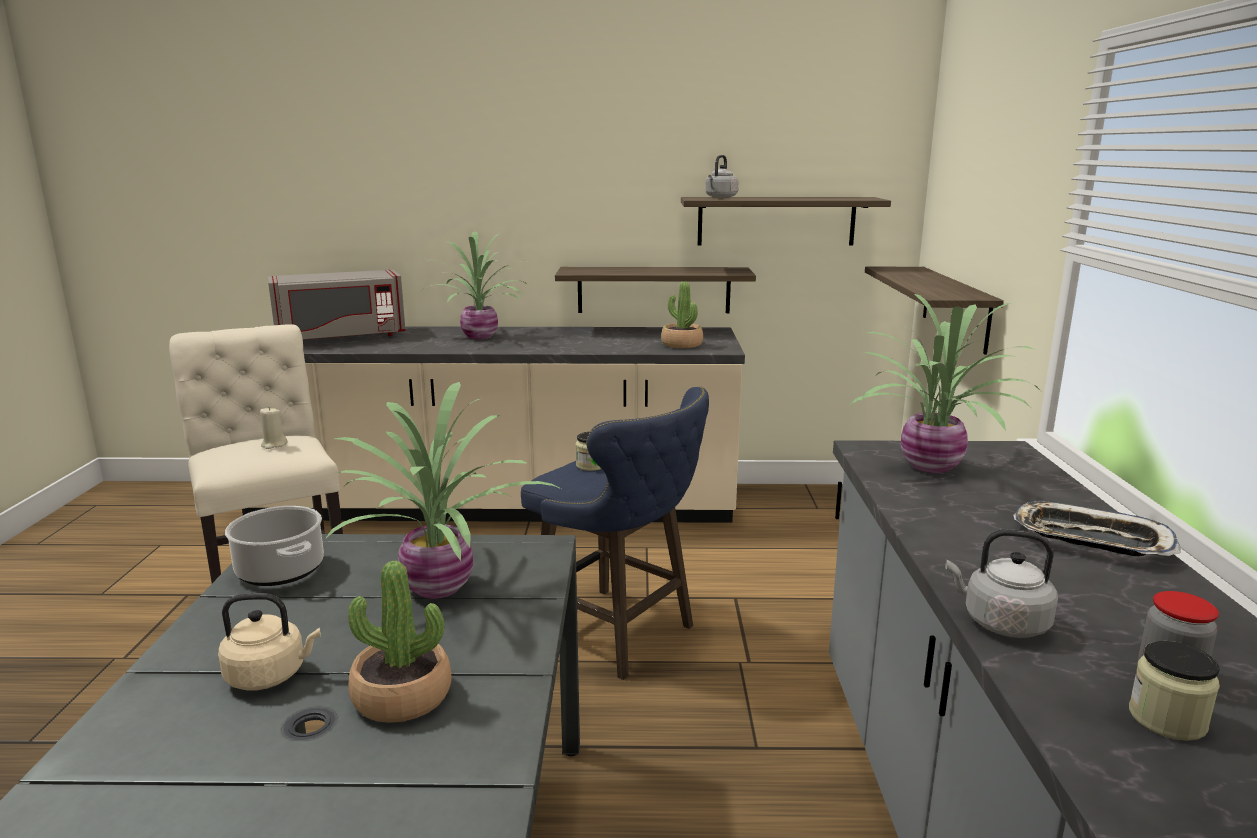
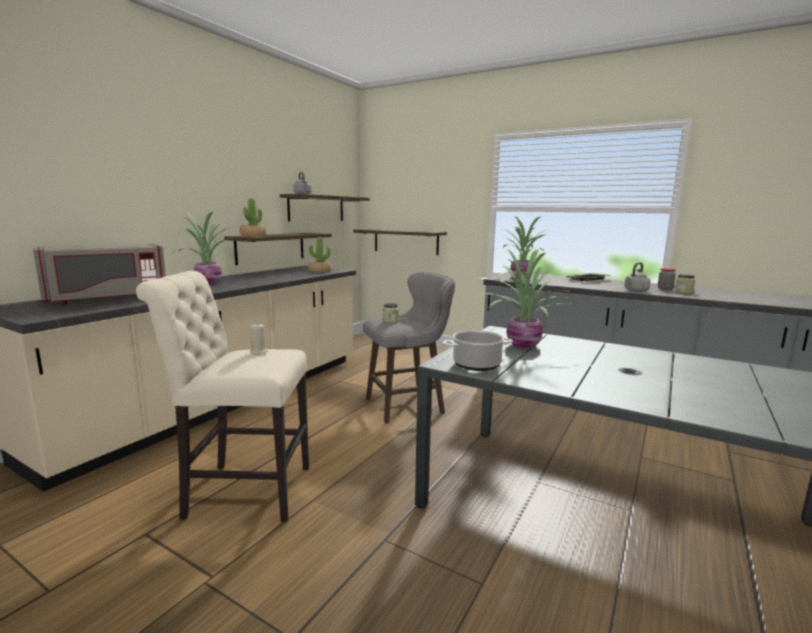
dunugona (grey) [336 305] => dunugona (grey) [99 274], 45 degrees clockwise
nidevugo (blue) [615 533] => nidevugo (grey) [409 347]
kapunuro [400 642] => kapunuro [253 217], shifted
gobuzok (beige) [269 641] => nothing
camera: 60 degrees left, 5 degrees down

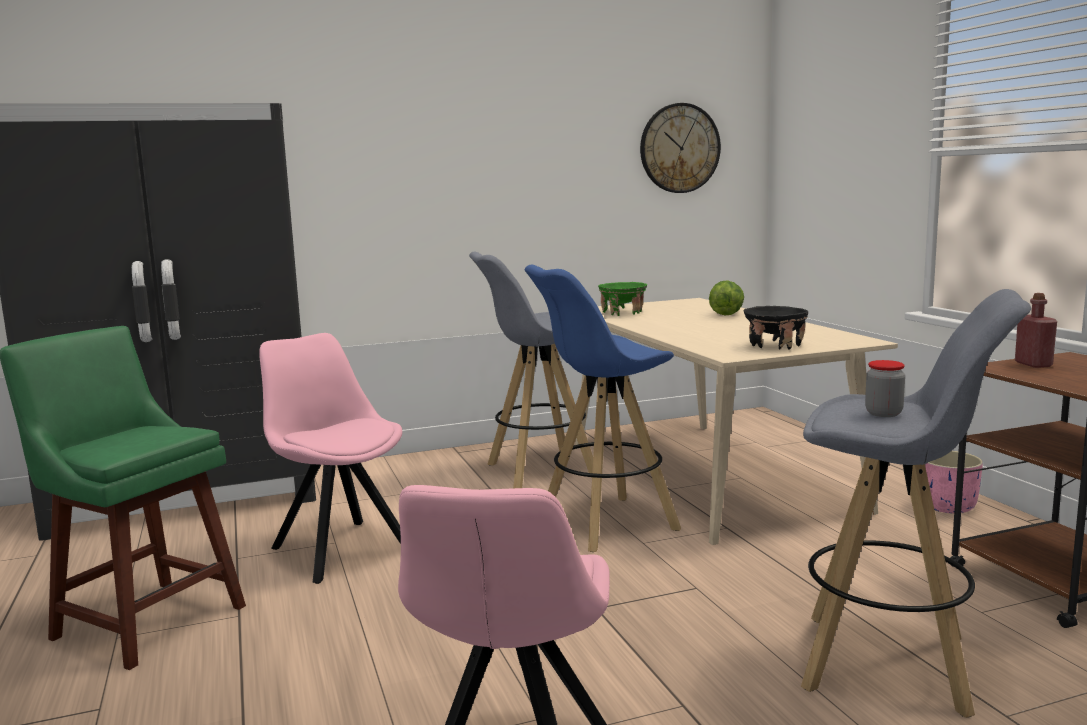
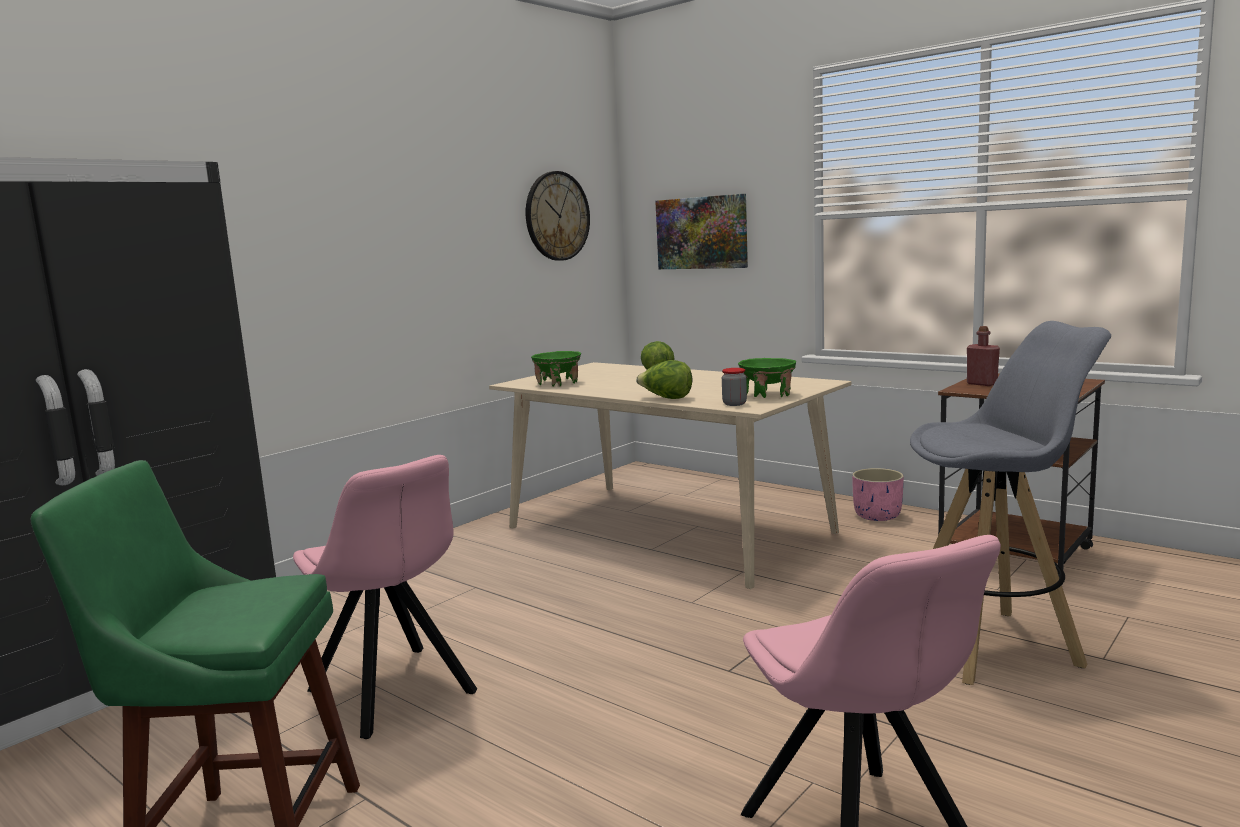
nidevugo (grey) [531 369] => nothing
nidevugo (blue) [602 408] => nothing
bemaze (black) [775 328] => bemaze (green) [767 378]
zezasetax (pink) [330 458] => zezasetax (pink) [385 597], 150 degrees counterclockwise
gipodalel [885 388] => gipodalel [734 387], shifted
nothing => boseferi [701 231]
nothing => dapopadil [664 379]
camera: 30 degrees left, 0 degrees up

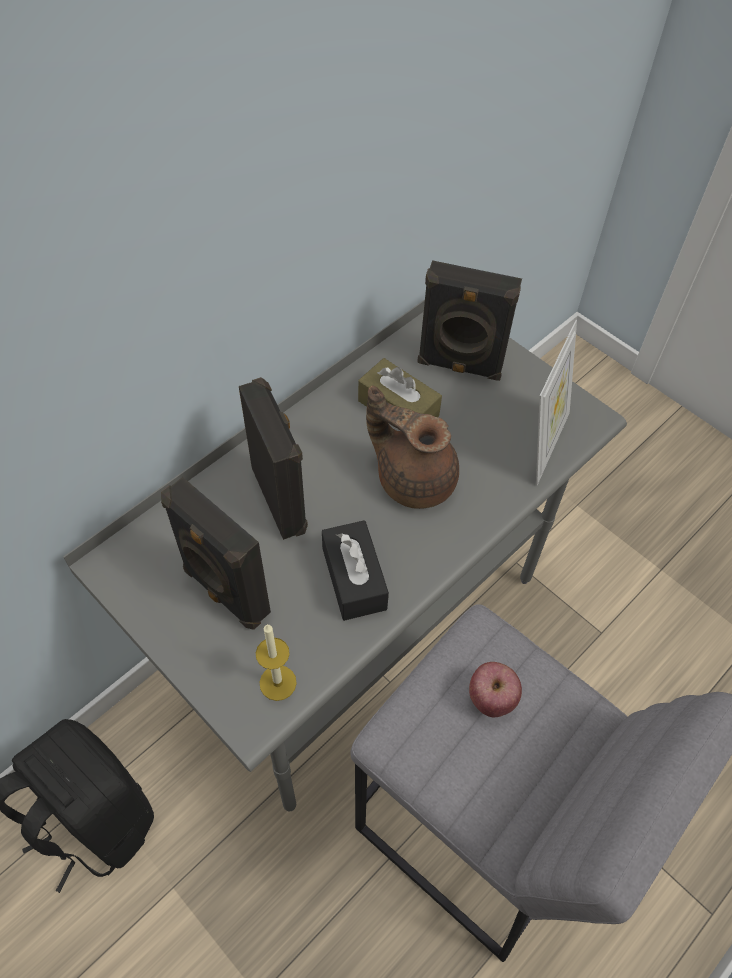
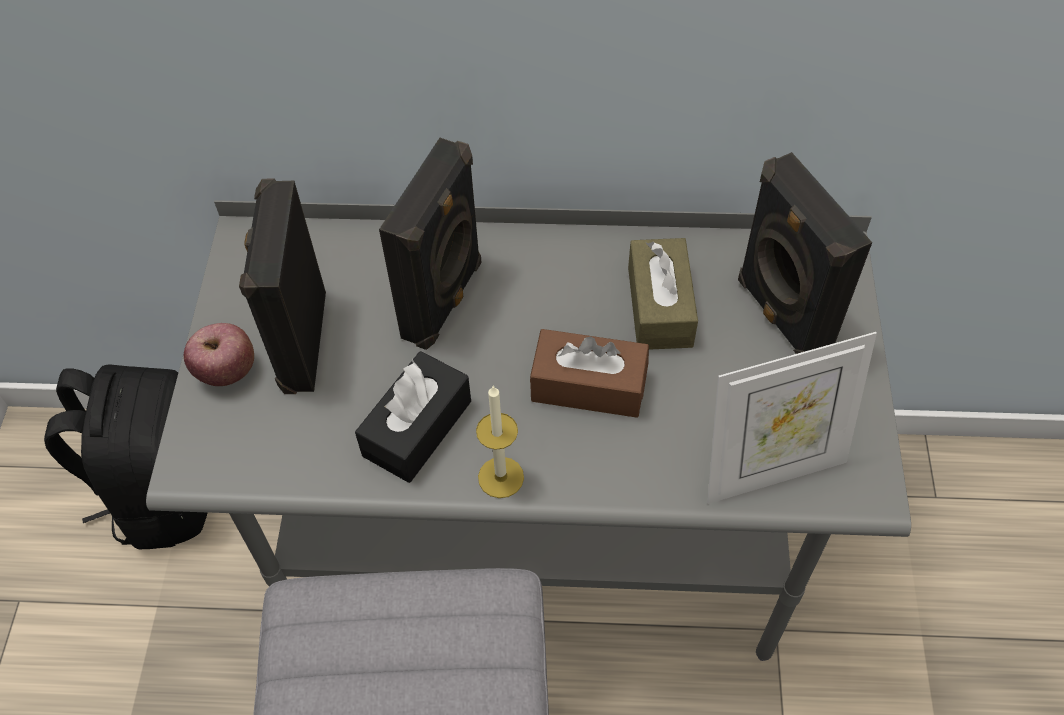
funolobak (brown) [412 447] => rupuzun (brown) [589 373]
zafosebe [276 662] => zafosebe [500 441], shifted
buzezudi [495 689] => buzezudi [219 354], shifted
camera: 50 degrees right, 0 degrees up

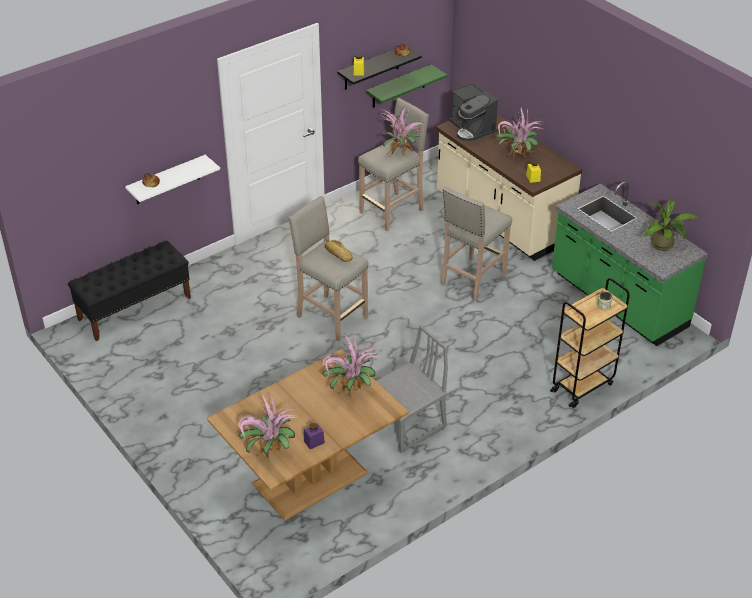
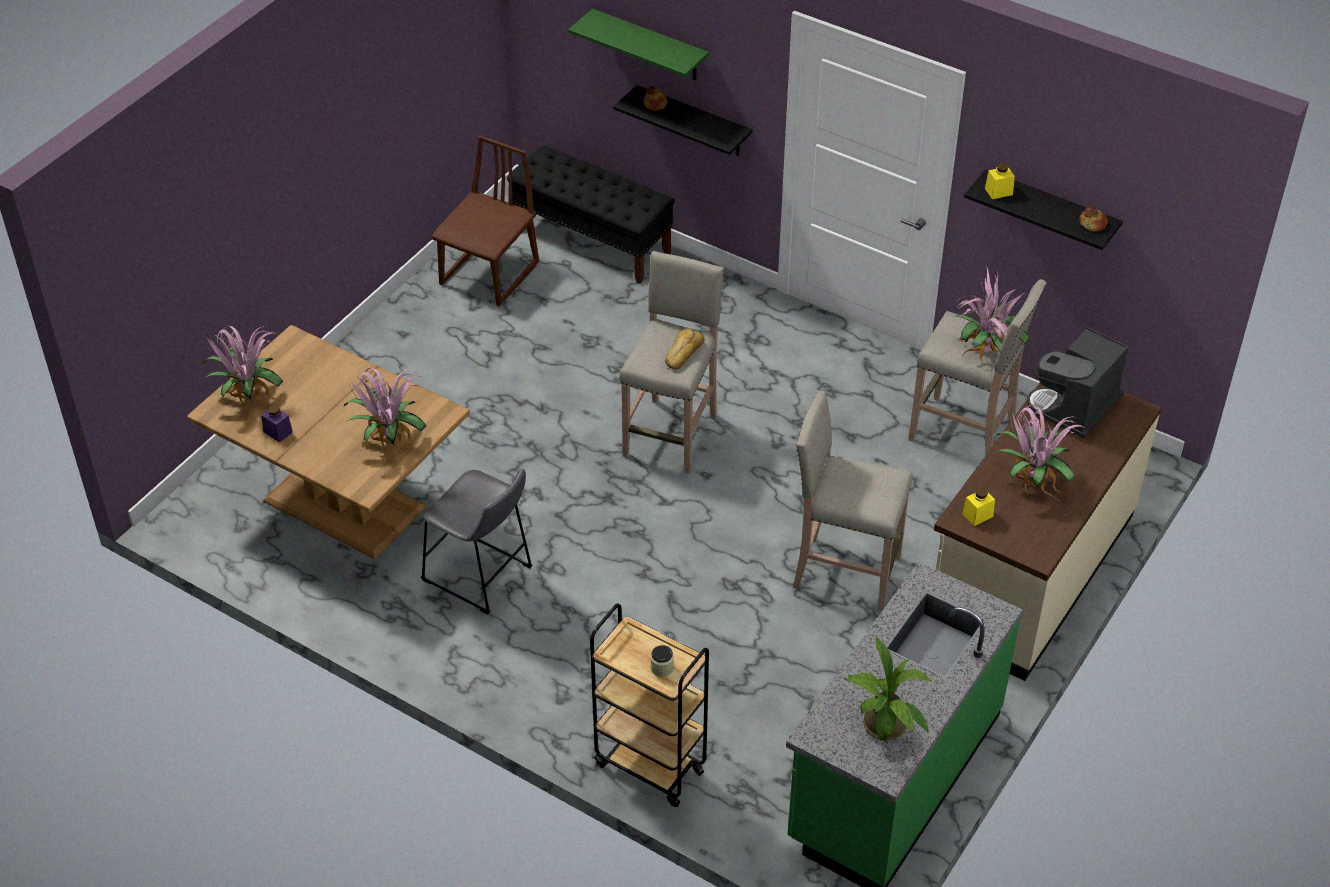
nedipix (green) [406 86] => nedipix (green) [638 44], shifted
nedipix (white) [172 179] => nedipix (black) [683 120]
zezasetax (grey) [412 389] => nidevugo (grey) [477 541]
nothing => zezasetax (brown) [485 221]
camera: 70 degrees right, 5 degrees up

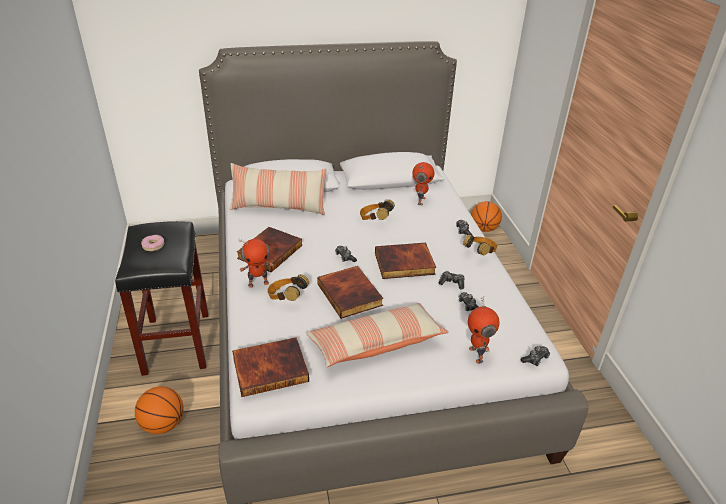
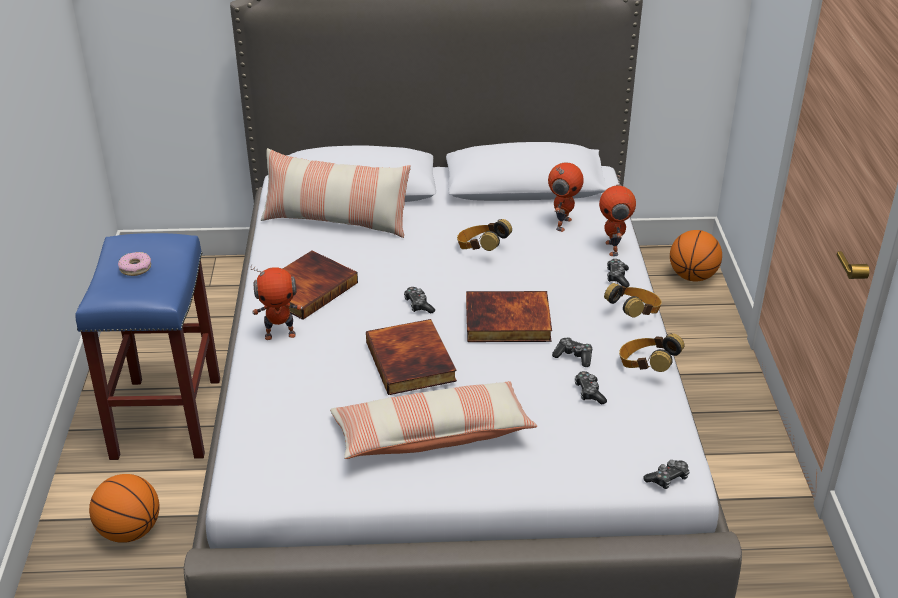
nidevugo (black) [162 298] => nidevugo (blue) [148 346]
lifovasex [288 288] => lifovasex [651 352], shifted
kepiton [484 330] => kepiton [617 215], shifted
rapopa [270 367] => nothing
camera: 10 degrees right, 0 degrees up

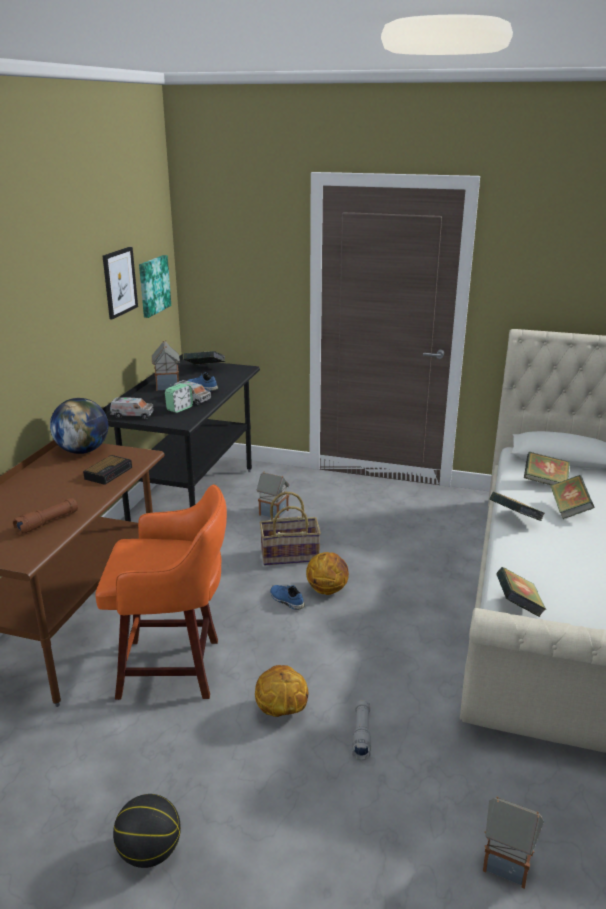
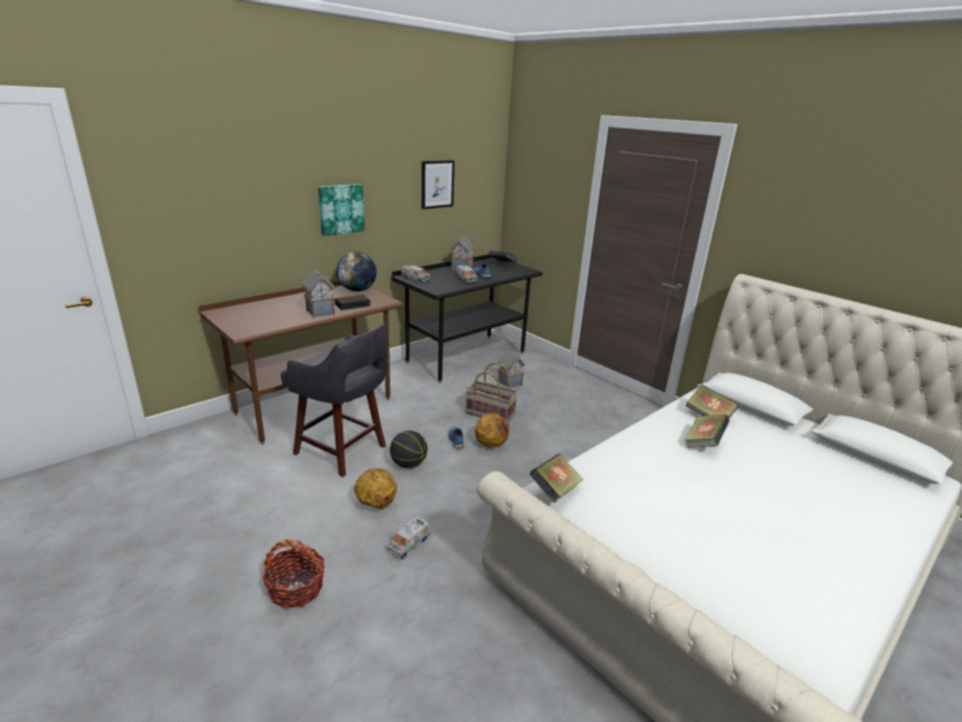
boseferi [155 286] => boseferi [341 210], shifted
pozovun [179 398] => nothing
nidevugo (orange) [161 592] => nidevugo (grey) [334 400]
rapopa [517 506] => nothing
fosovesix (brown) [45 516] => nothing
fosovesix (grey) [361 730] => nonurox [408 538]
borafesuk [147 831] => borafesuk [408 449], shifted
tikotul [513 842] => tikotul [318 293], shifted
nothing => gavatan [293 574]
camera: 30 degrees right, 0 degrees up

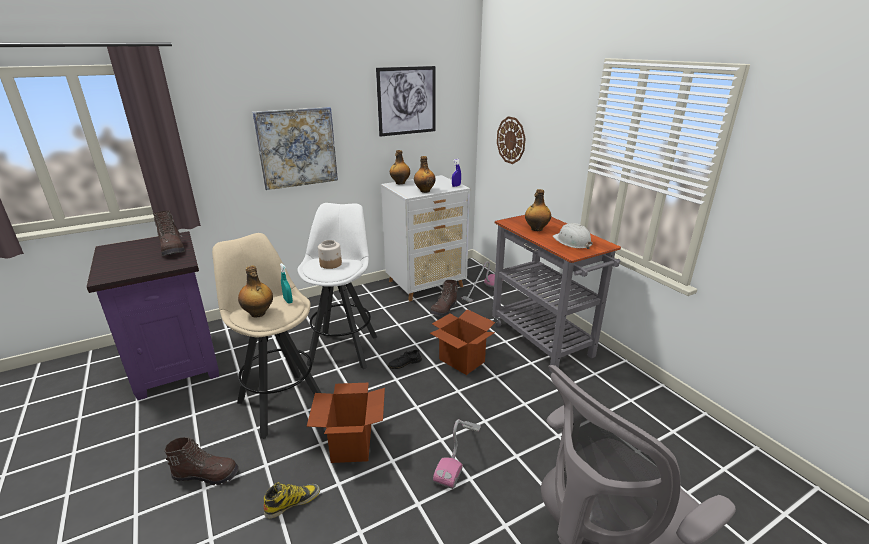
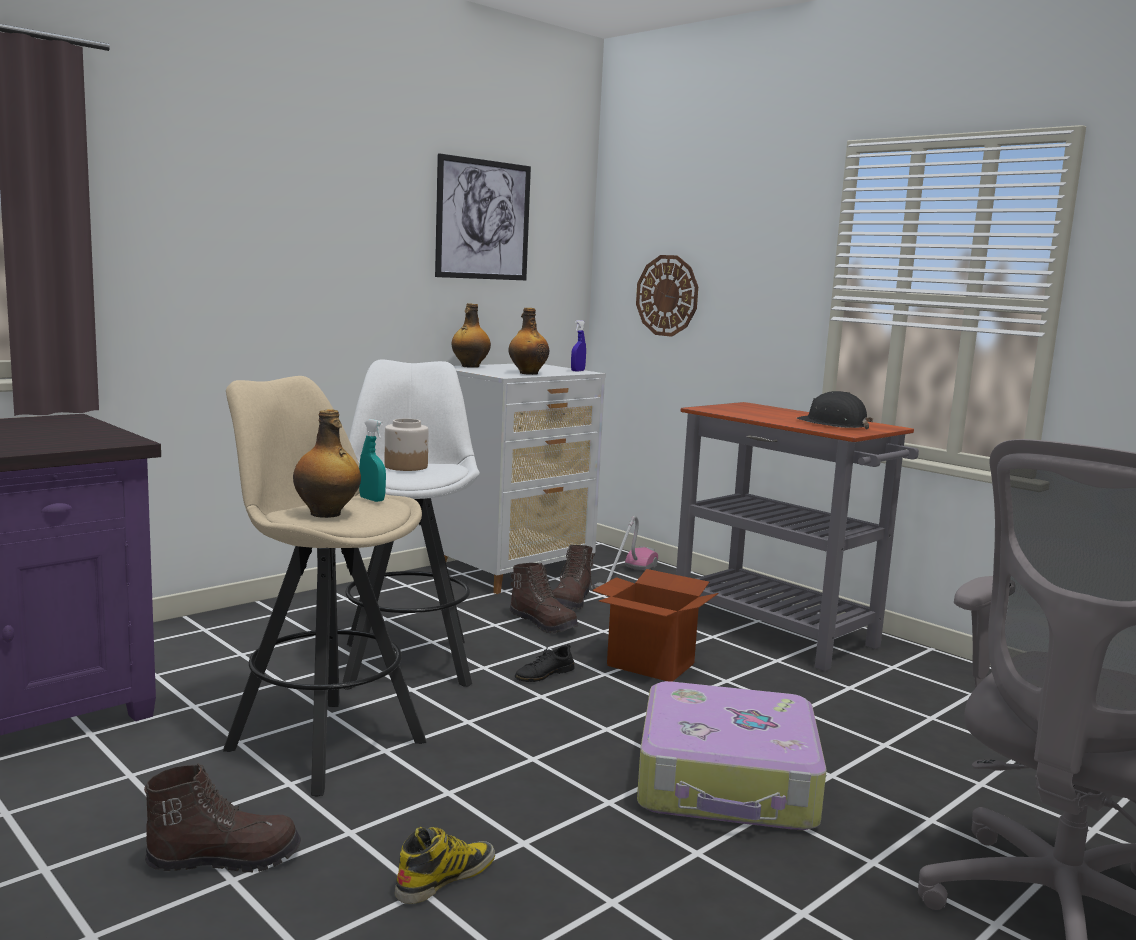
boseferi [295 148] => nothing
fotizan [538 210] => nothing
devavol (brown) [169 233] => devavol (brown) [544 598], shifted
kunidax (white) [573 236] => kunidax (black) [835 410]
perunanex [346 423] => nothing
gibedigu [457 454] => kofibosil [732 755]
camera: 15 degrees left, 15 degrees down

